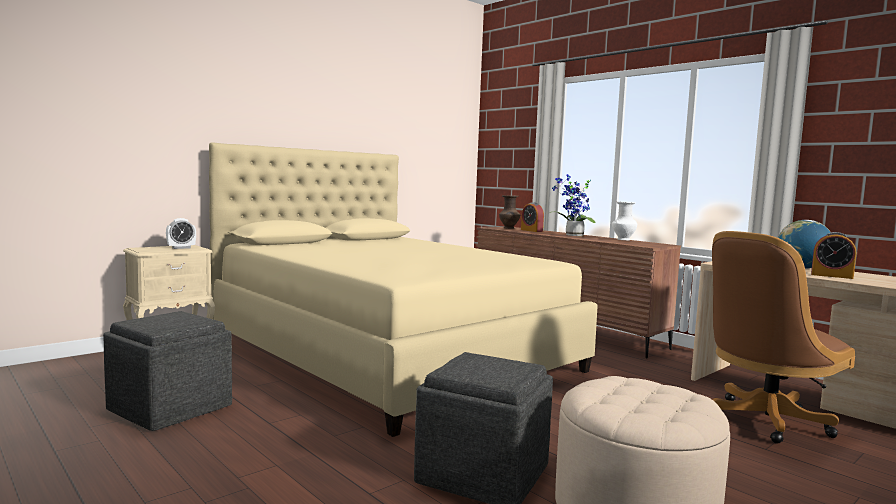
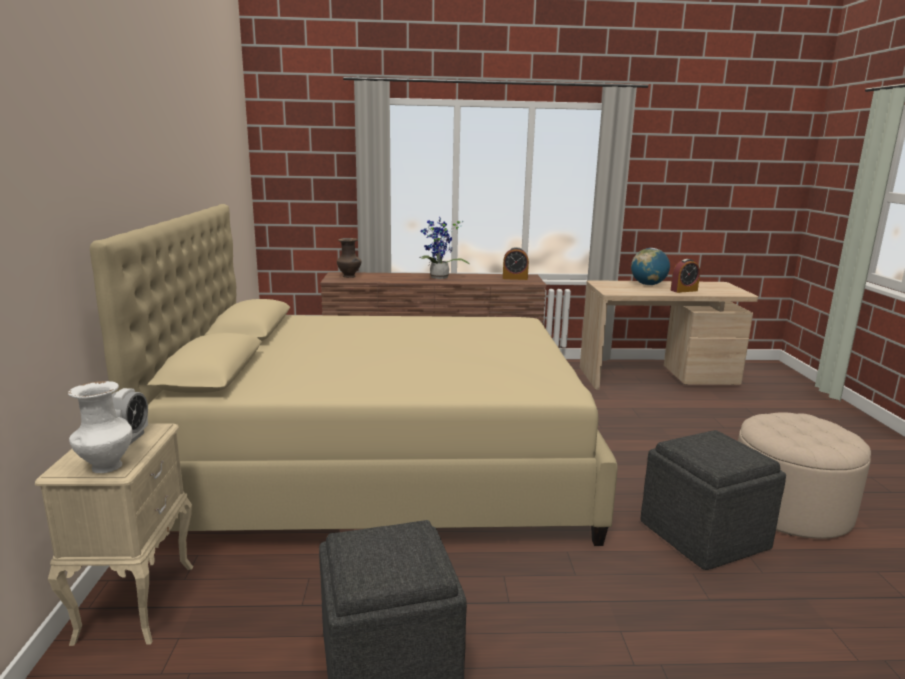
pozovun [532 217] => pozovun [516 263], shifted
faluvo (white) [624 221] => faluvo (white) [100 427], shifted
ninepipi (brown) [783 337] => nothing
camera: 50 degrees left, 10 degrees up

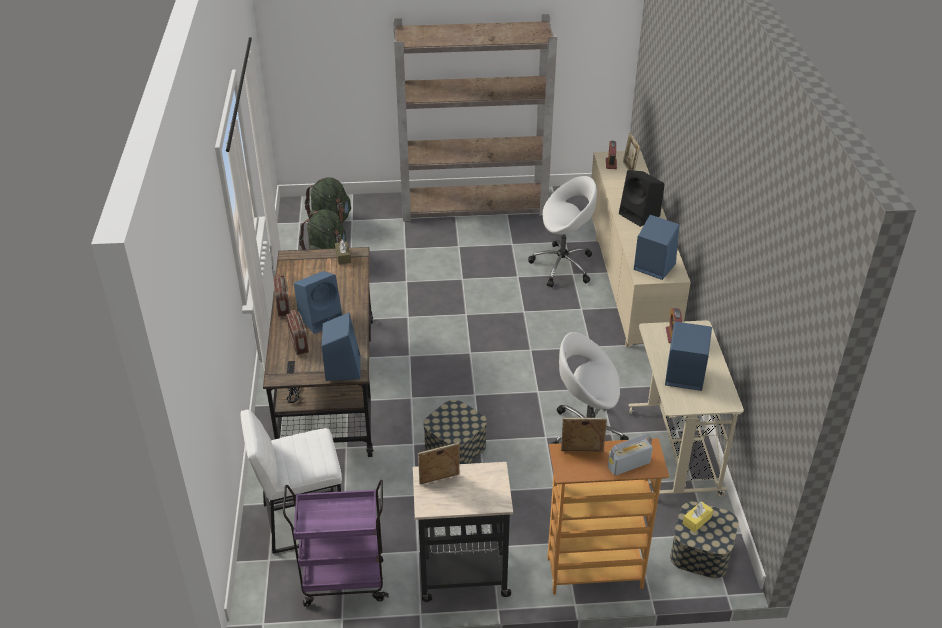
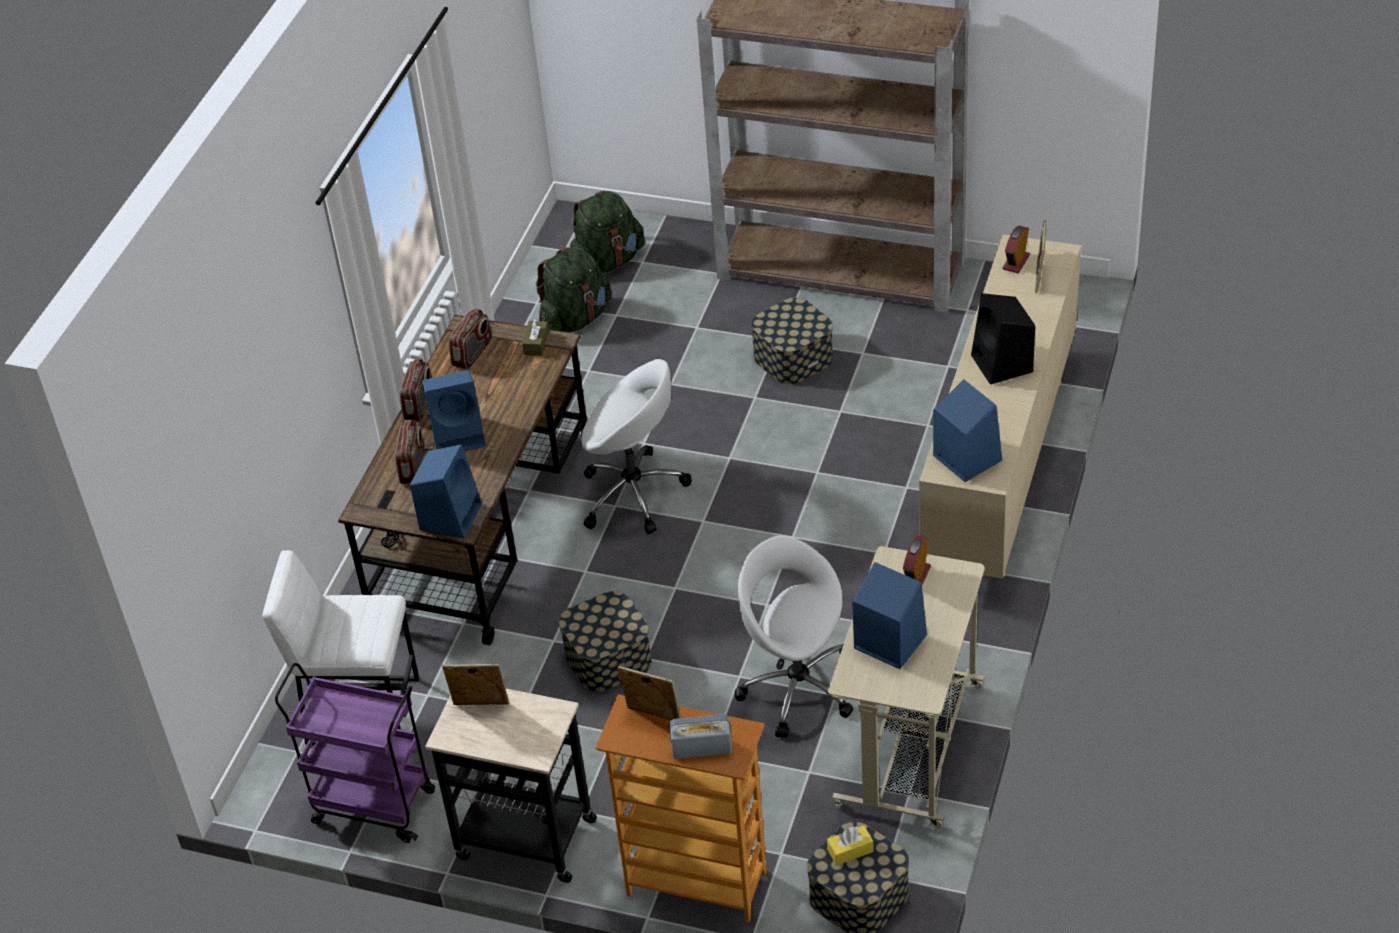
ninepipi (white) [562 231] => ninepipi (white) [637 446], shifted
nothing => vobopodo [792 341]
nothing => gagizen [470 339]
camera: 25 degrees right, 5 degrees up

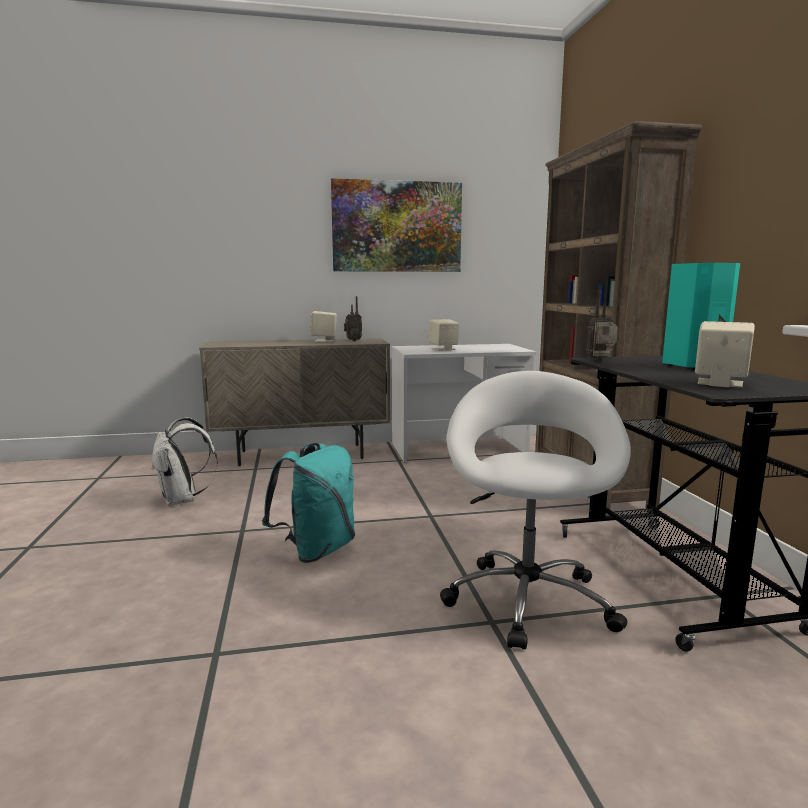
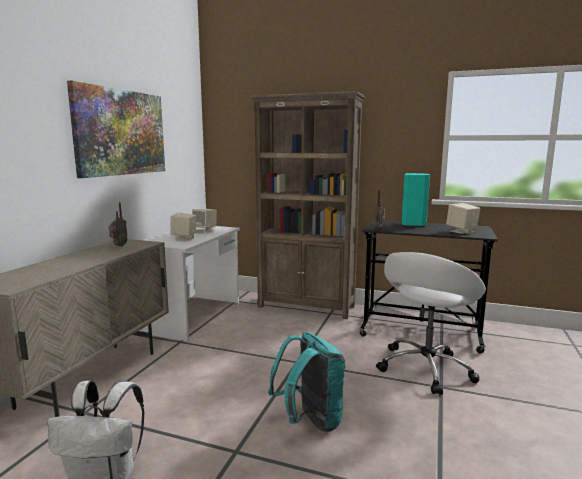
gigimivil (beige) [323 326] => gigimivil (beige) [204 221], shifted
ninepipi (white) [535 510] => ninepipi (white) [431 323], 90 degrees counterclockwise
camera: 60 degrees left, 0 degrees up

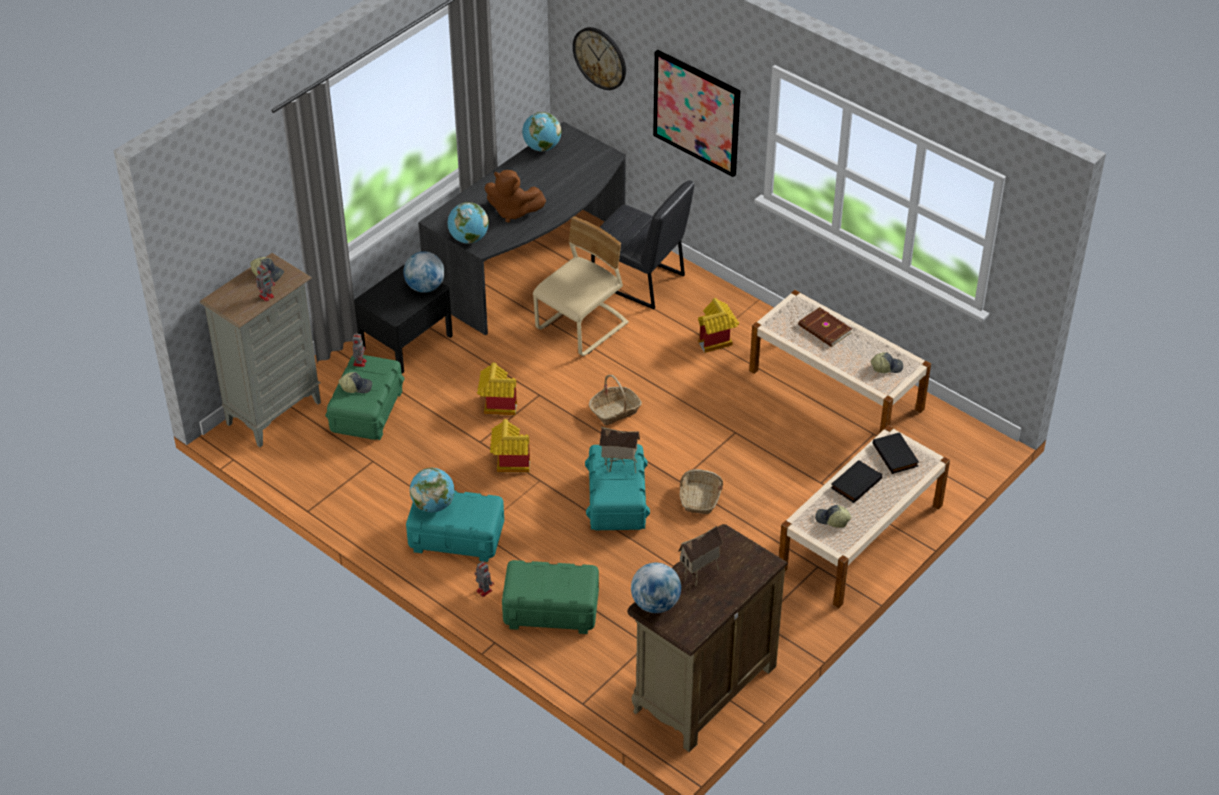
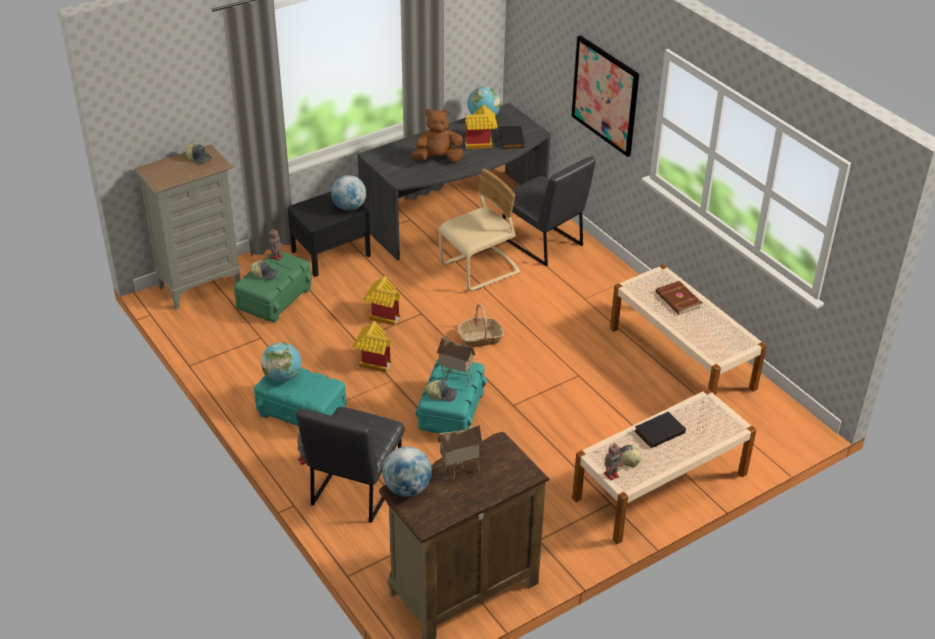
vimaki [599 58] => nothing
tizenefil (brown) [515 196] => tizenefil (brown) [438 135], 135 degrees clockwise
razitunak [468 223] => nothing
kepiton [265 282] => kepiton [613 462], shifted
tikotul [718 325] => tikotul [481 127], shifted
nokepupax [887 362] => nokepupax [441 391], shifted
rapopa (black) [896 453] => rapopa (black) [512 137], shifted
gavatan [701 491] => nothing
vobopodo (green) [550 597] => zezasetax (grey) [350 465]
camera: 15 degrees right, 5 degrees down

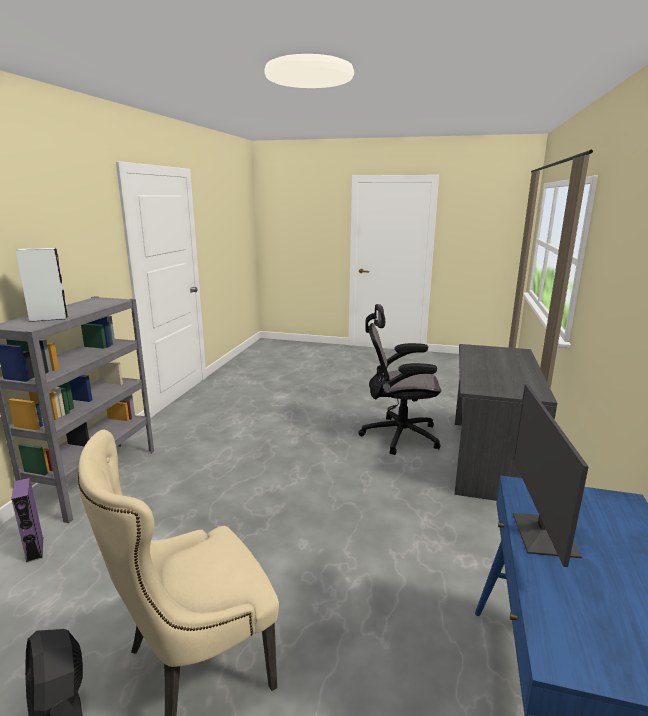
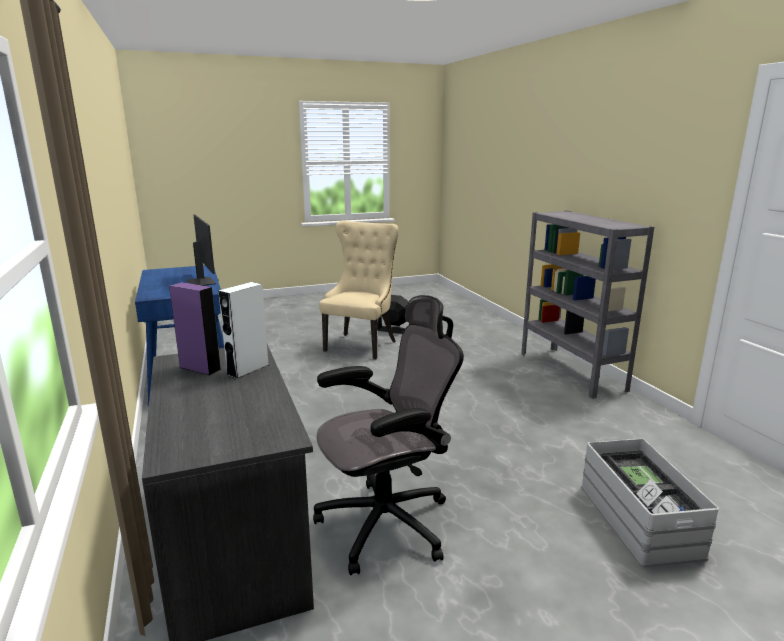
gigimivil (white) [42 285] => gigimivil (white) [243 330], shifted
gigimivil (purple) [27 520] => gigimivil (purple) [195 329], shifted
nothing => vobopodo (grey) [650 502]
camera: 145 degrees right, 0 degrees up

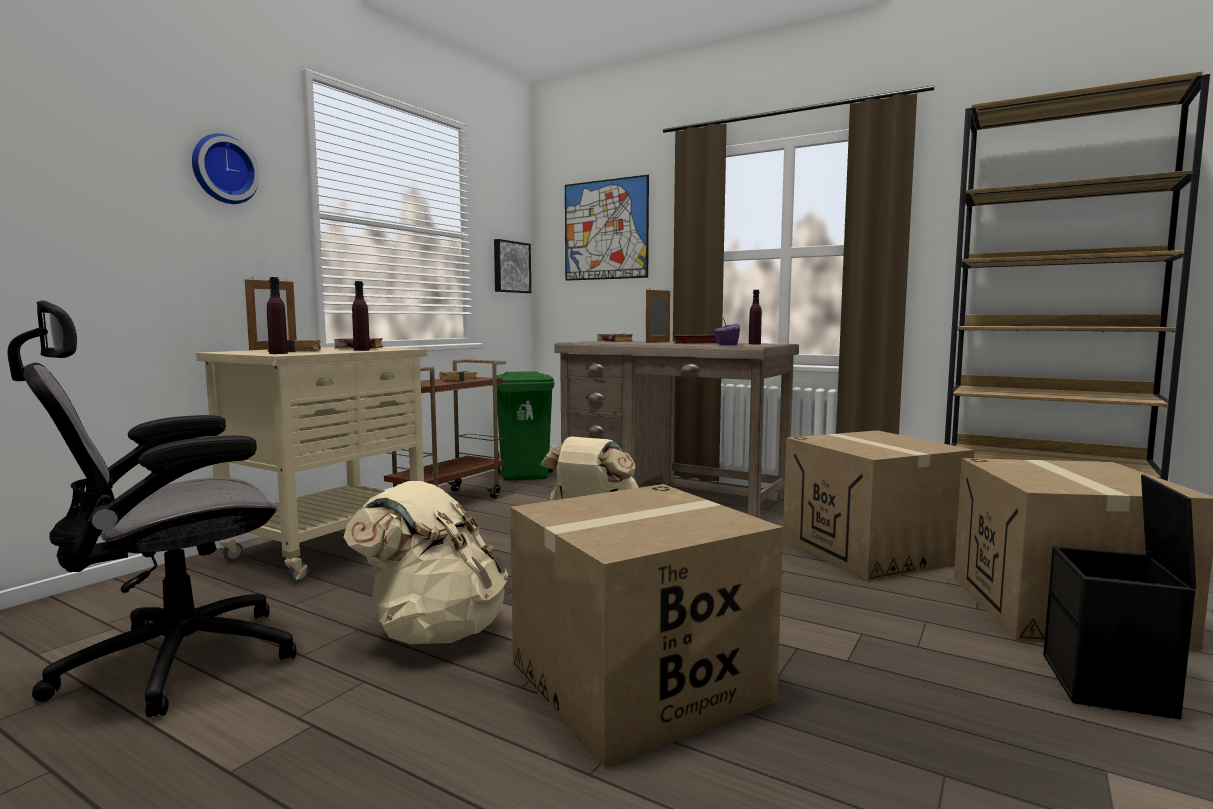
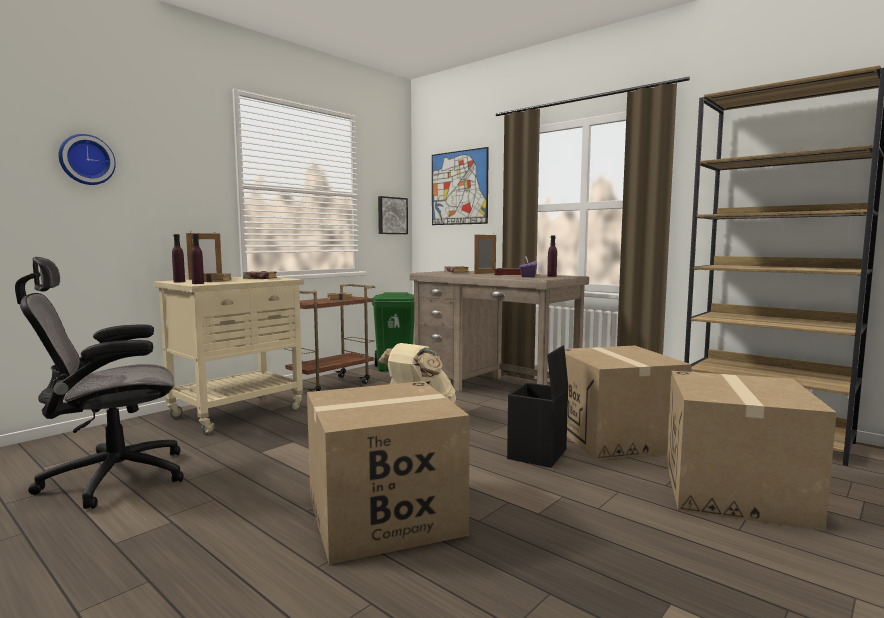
vimaki [226 168] => vimaki [87 159], shifted
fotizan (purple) [361 316] => fotizan (purple) [178 258], shifted
vobopodo (black) [1119 597] => vobopodo (black) [538 406], shifted
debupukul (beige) [426 563] => nothing
camera: 10 degrees right, 0 degrees up

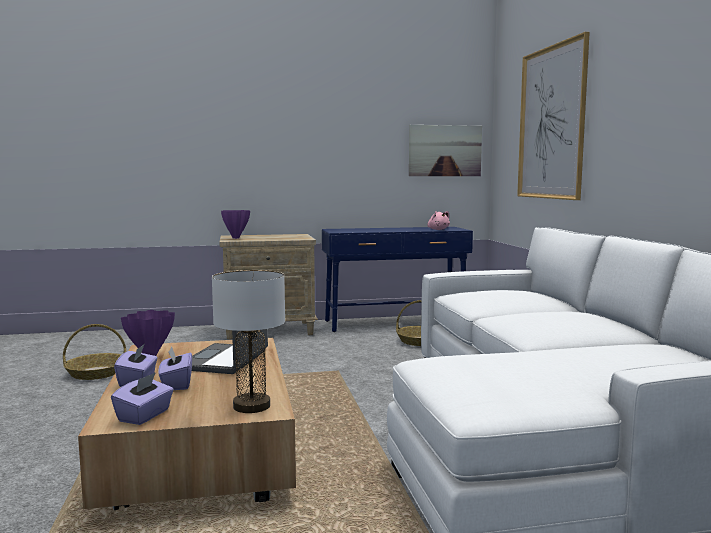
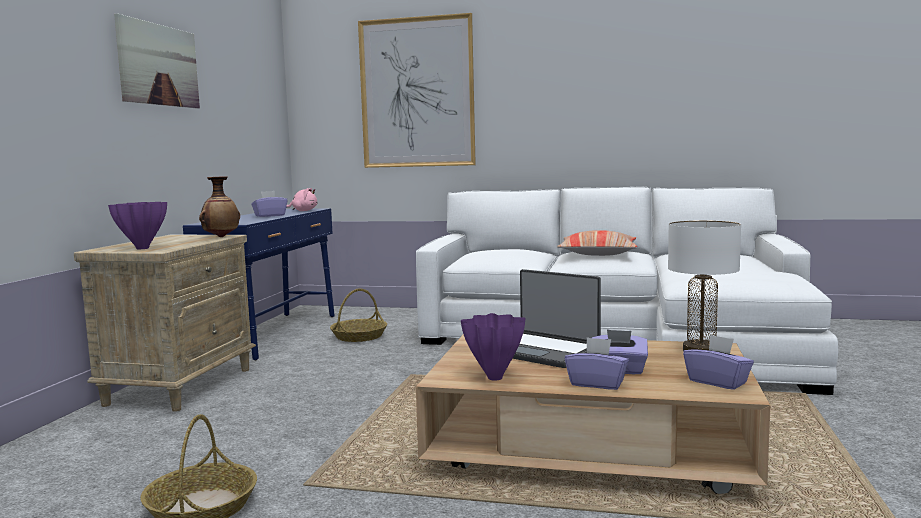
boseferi [445 150] => boseferi [157 61], shifted
nothing => faluvo [219 206]
nothing => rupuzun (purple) [269 204]
nothing => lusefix [597 243]
camera: 65 degrees left, 0 degrees up

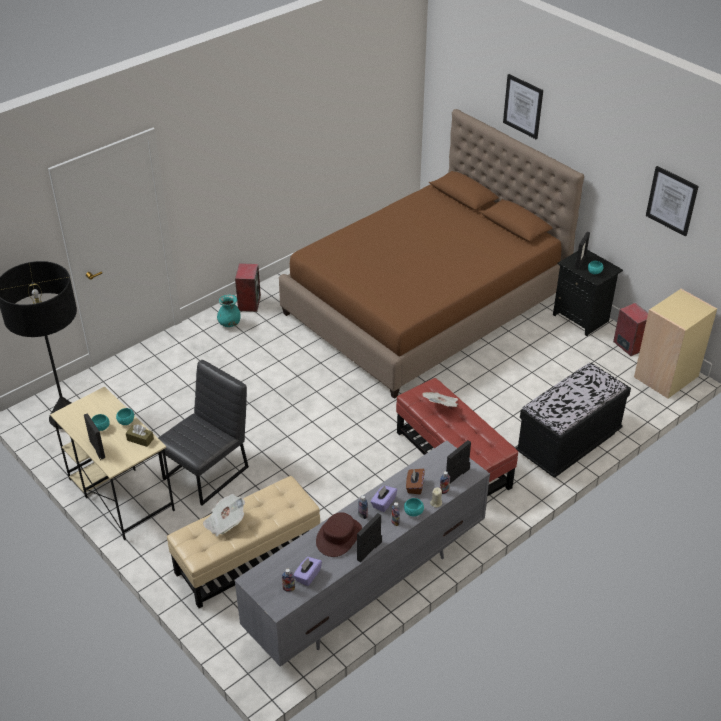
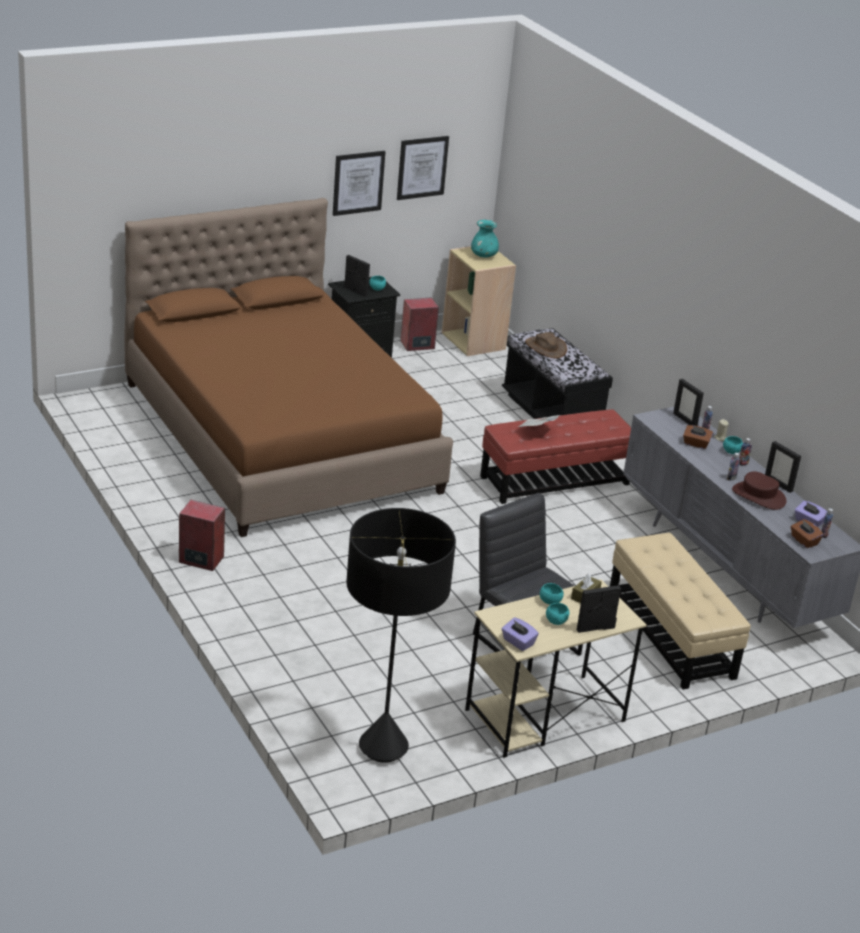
boseferi [523 106] => boseferi [359 183], shifted
faluvo (turquoise) [229 310] => faluvo (turquoise) [485 239], shifted
rupuzun (purple) [384 498] => rupuzun (purple) [520 634], shifted
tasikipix [224 515] => nothing
nothing => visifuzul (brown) [546 345]
nothing => rupuzun (brown) [807 533]
camera: 80 degrees left, 10 degrees down

